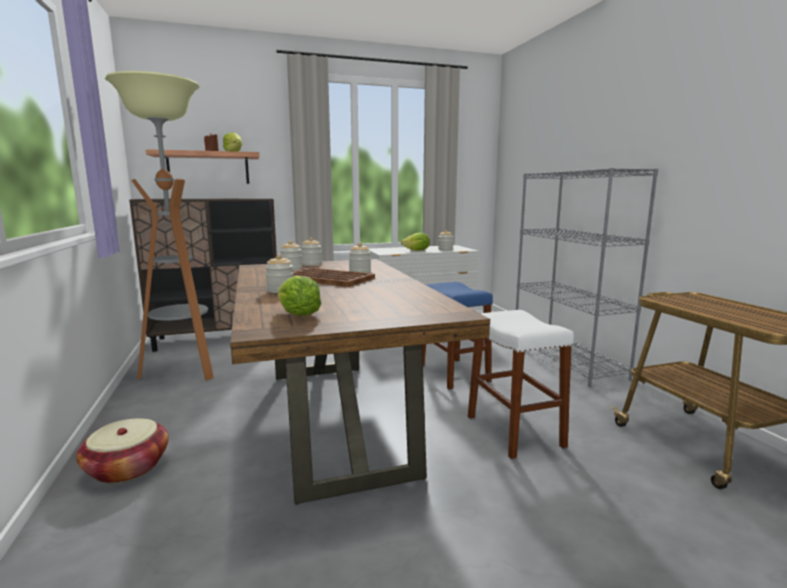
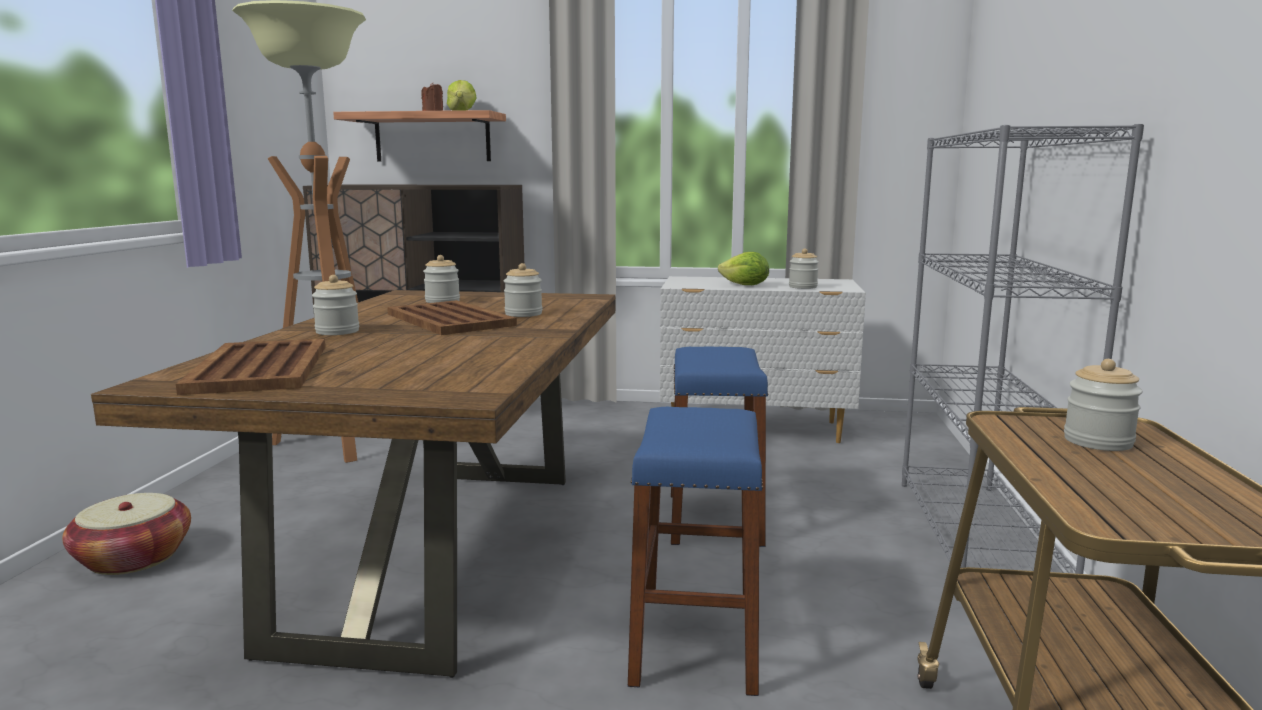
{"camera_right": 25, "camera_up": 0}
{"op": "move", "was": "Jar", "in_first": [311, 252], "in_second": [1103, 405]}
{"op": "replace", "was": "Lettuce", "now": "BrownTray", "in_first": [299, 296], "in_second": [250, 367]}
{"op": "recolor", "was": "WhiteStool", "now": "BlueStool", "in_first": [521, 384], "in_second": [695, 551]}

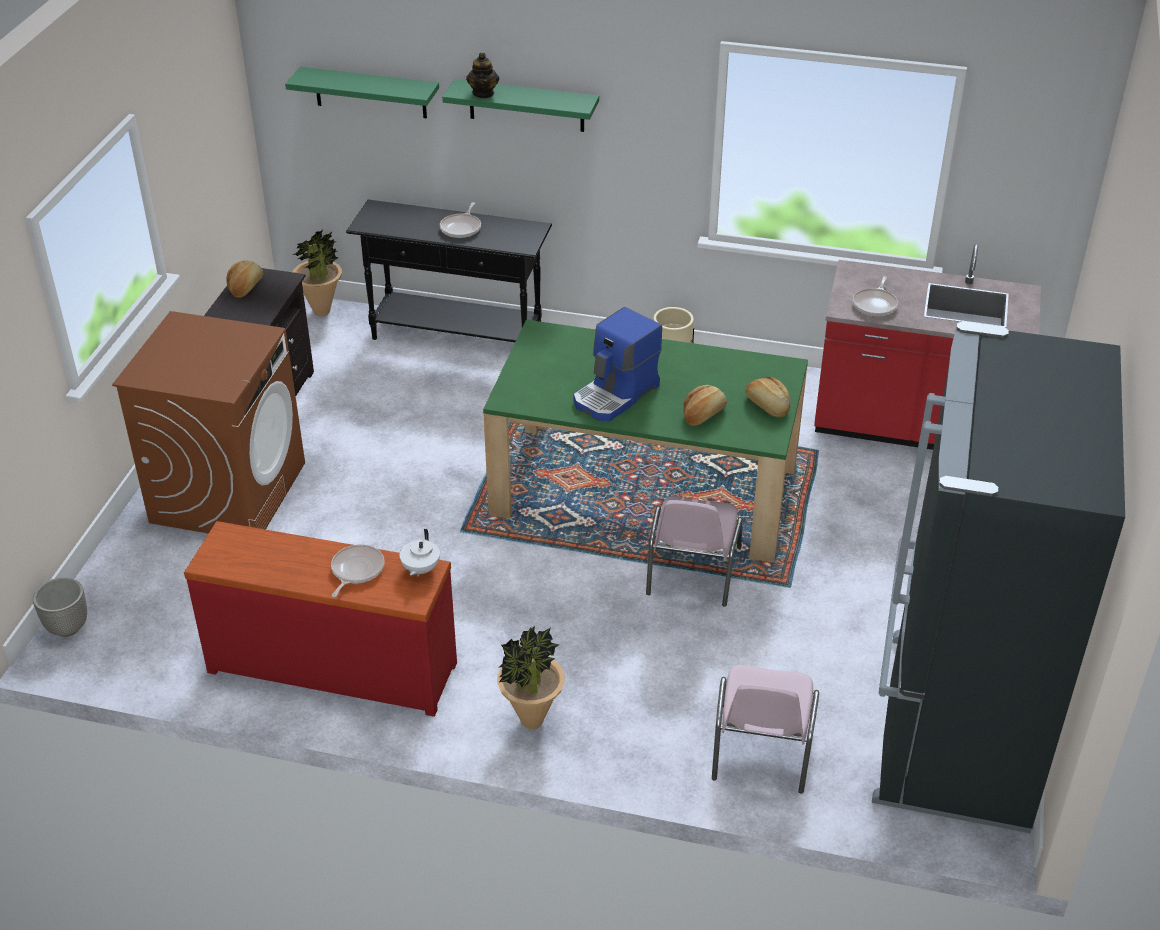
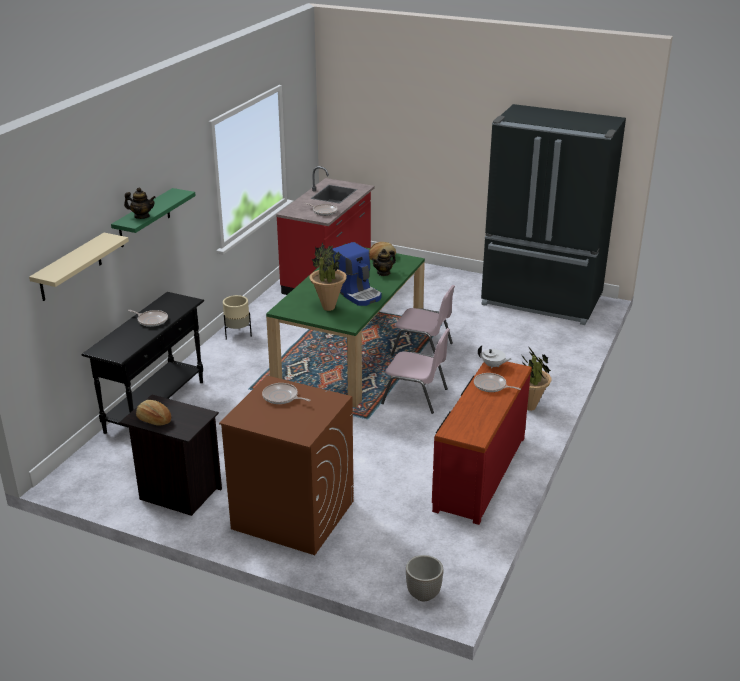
{"camera_right": -80, "camera_up": -10}
{"op": "insert", "now": "FryingPan", "in_second": [286, 393]}
{"op": "move", "was": "PottedPlant", "in_first": [317, 272], "in_second": [328, 277]}
{"op": "move", "was": "PinkChair", "in_first": [765, 729], "in_second": [415, 371]}
{"op": "replace", "was": "Bread", "now": "Teapot", "in_first": [705, 405], "in_second": [384, 262]}
{"op": "recolor", "was": "GreenShelf", "now": "BeigeShelf", "in_first": [362, 92], "in_second": [79, 267]}

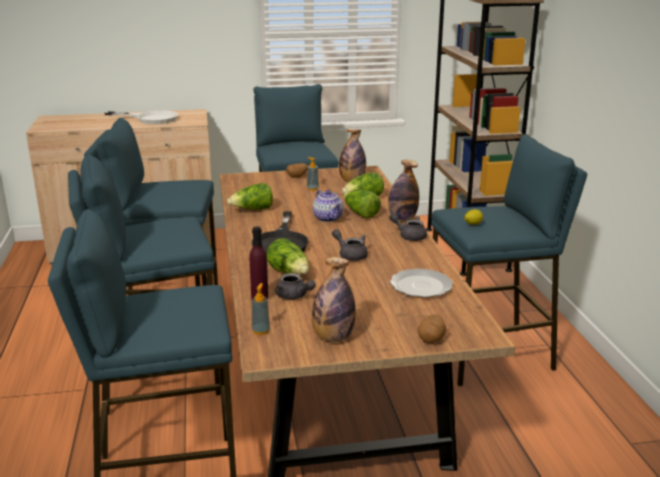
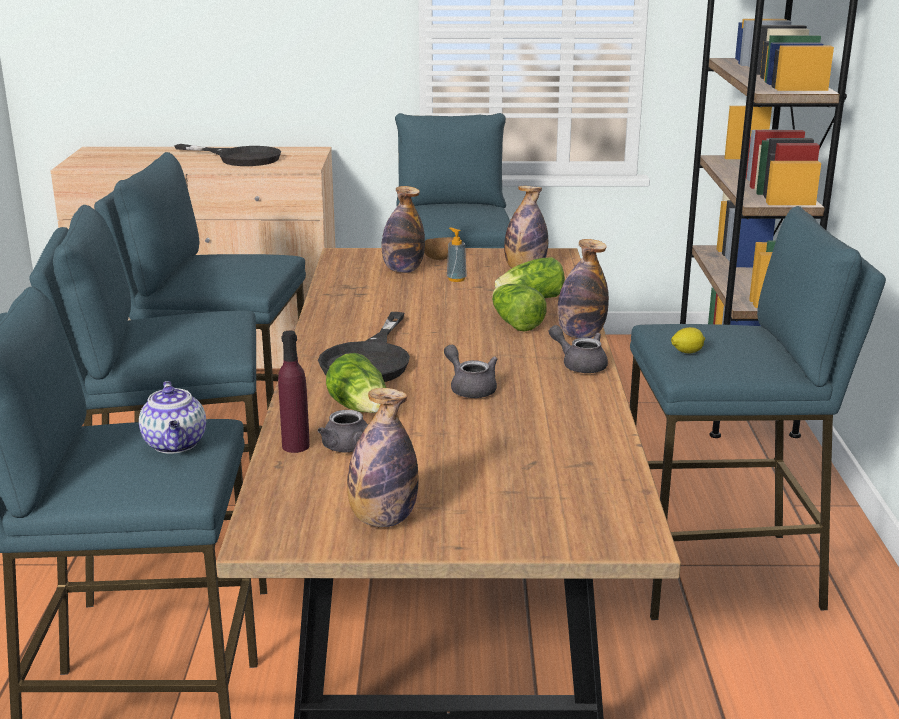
{"camera_right": 10, "camera_up": 0}
{"op": "delete", "was": "Lettuce", "in_first": [250, 196]}
{"op": "delete", "was": "SoapDispenser", "in_first": [260, 309]}
{"op": "delete", "was": "Plate", "in_first": [421, 282]}
{"op": "delete", "was": "Potato", "in_first": [432, 328]}
{"op": "insert", "now": "Bottle", "in_second": [403, 229]}
{"op": "move", "was": "Teapot", "in_first": [328, 206], "in_second": [172, 417]}
{"op": "recolor", "was": "WhiteFryingPan", "now": "BlackFryingPan", "in_first": [141, 117], "in_second": [228, 155]}

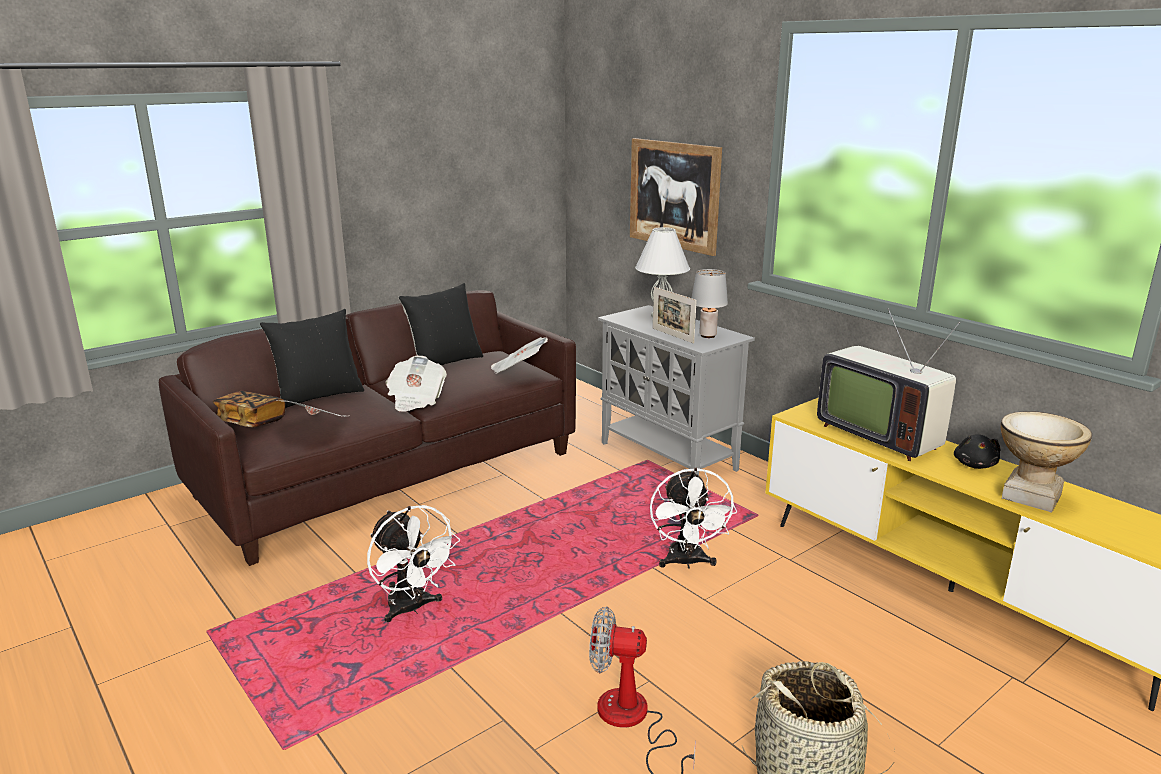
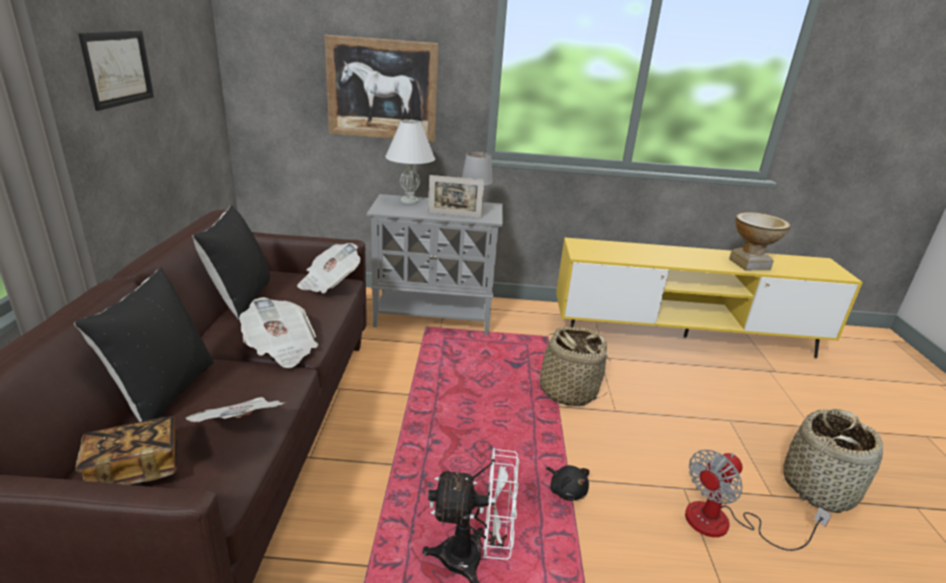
{"camera_right": -50, "camera_up": 5}
{"op": "delete", "was": "Television", "in_first": [888, 384]}
{"op": "insert", "now": "Picture", "in_second": [116, 70]}
{"op": "move", "was": "BlackPlushToy", "in_first": [977, 451], "in_second": [567, 483]}
{"op": "replace", "was": "WhiteFan", "now": "Basket", "in_first": [693, 518], "in_second": [571, 366]}

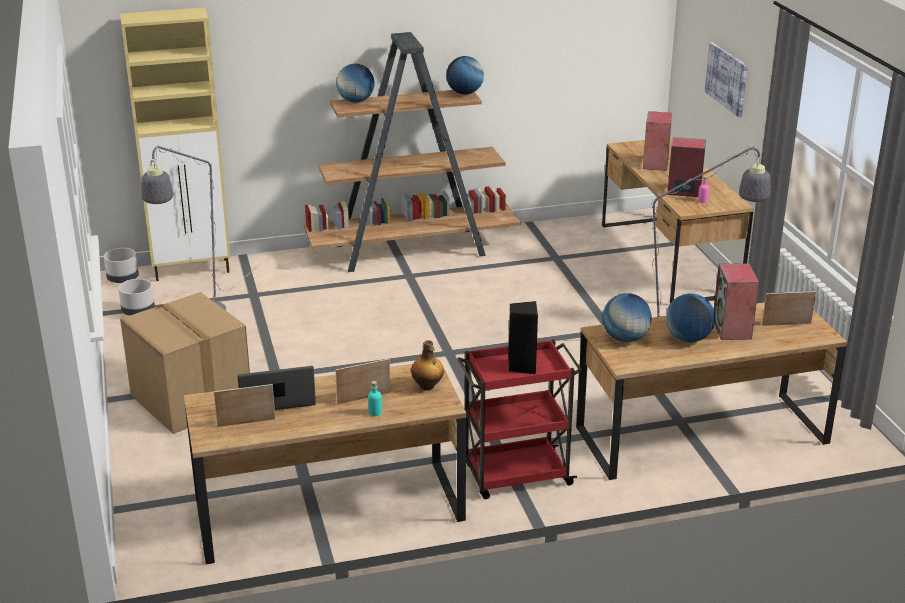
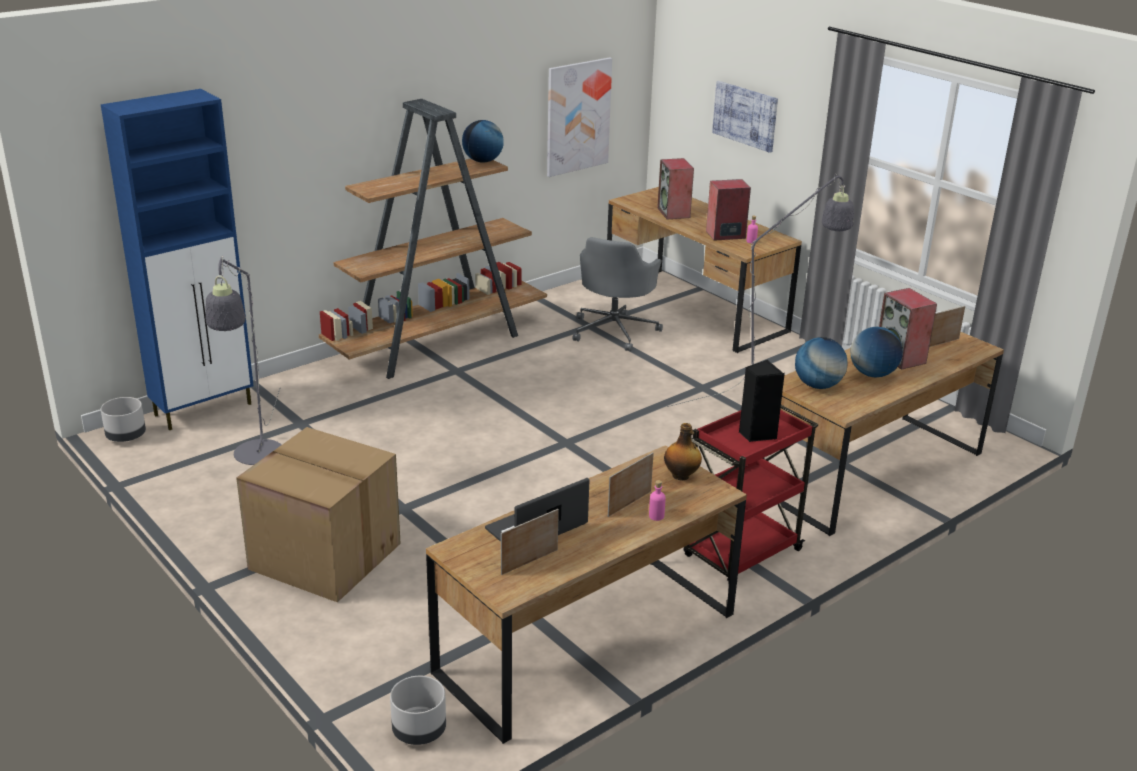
{"camera_right": -25, "camera_up": 0}
{"op": "delete", "was": "Globe", "in_first": [355, 83]}
{"op": "insert", "now": "Picture", "in_second": [579, 117]}
{"op": "insert", "now": "GreyOfficeChair", "in_second": [618, 294]}
{"op": "move", "was": "GreyPlanter", "in_first": [136, 297], "in_second": [418, 710]}
{"op": "recolor", "was": "BeigeCabinet", "now": "BlueCabinet", "in_first": [175, 144], "in_second": [177, 259]}
{"op": "recolor", "was": "TurquoiseBottle", "now": "PinkBottle", "in_first": [375, 398], "in_second": [657, 500]}

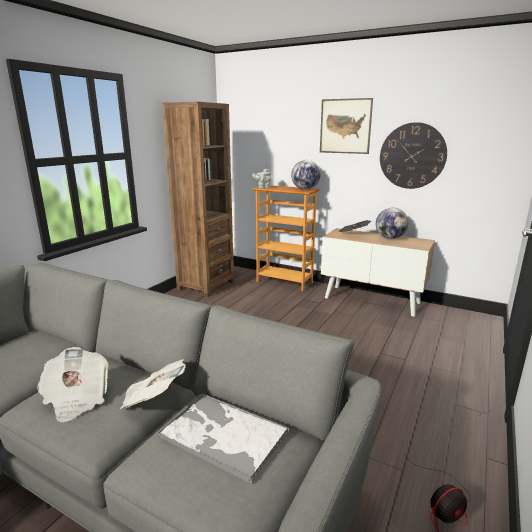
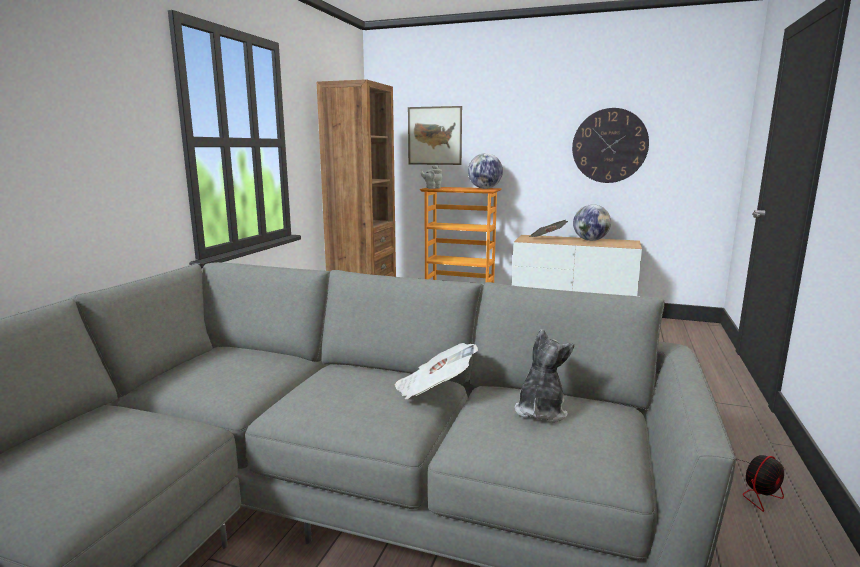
{"camera_right": -10, "camera_up": -5}
{"op": "delete", "was": "Newspaper", "in_first": [72, 385]}
{"op": "move", "was": "Picture", "in_first": [346, 126], "in_second": [435, 135]}
{"op": "replace", "was": "Tray", "now": "PlushToy", "in_first": [223, 439], "in_second": [544, 375]}

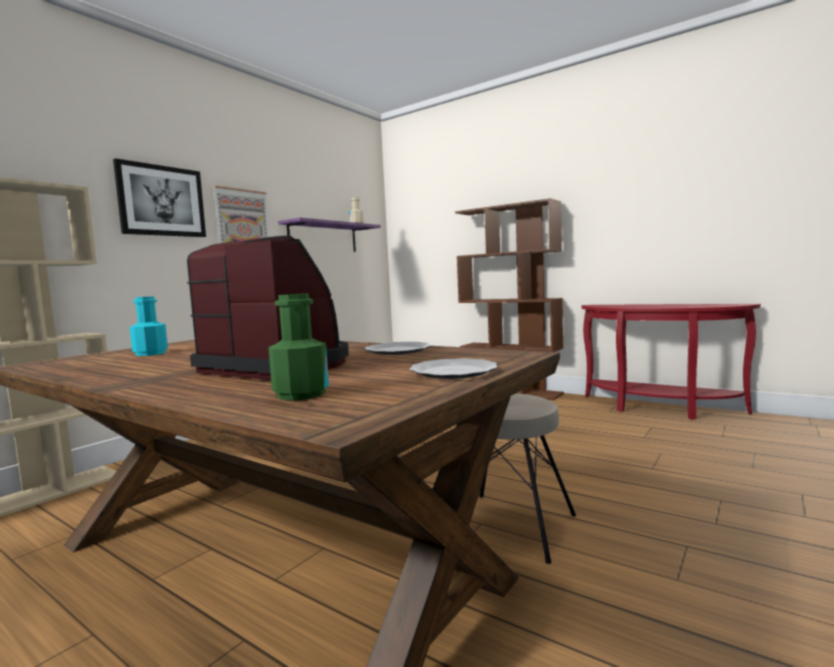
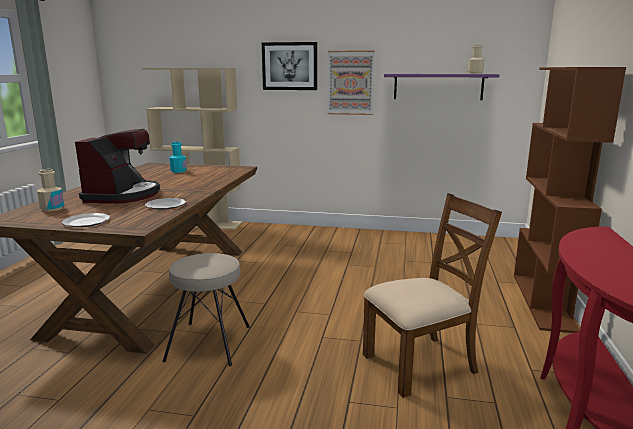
{"camera_right": 65, "camera_up": 10}
{"op": "insert", "now": "BrownChair", "in_second": [432, 295]}
{"op": "recolor", "was": "GreenBottle", "now": "BeigeBottle", "in_first": [298, 346], "in_second": [50, 190]}

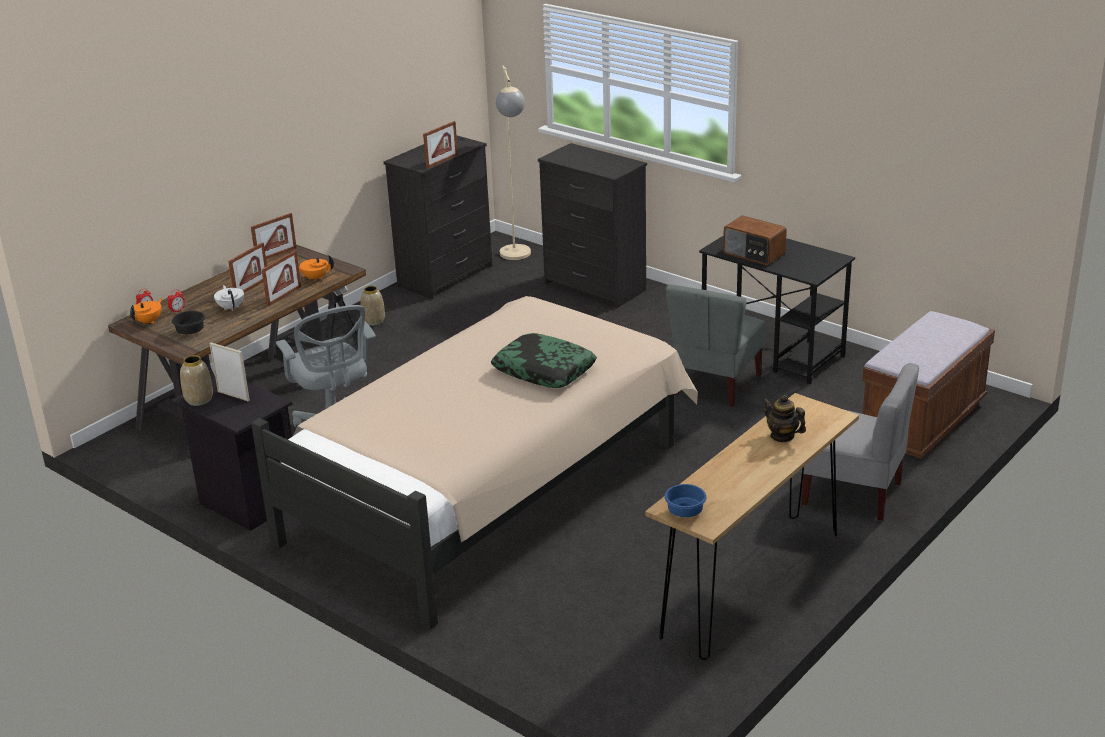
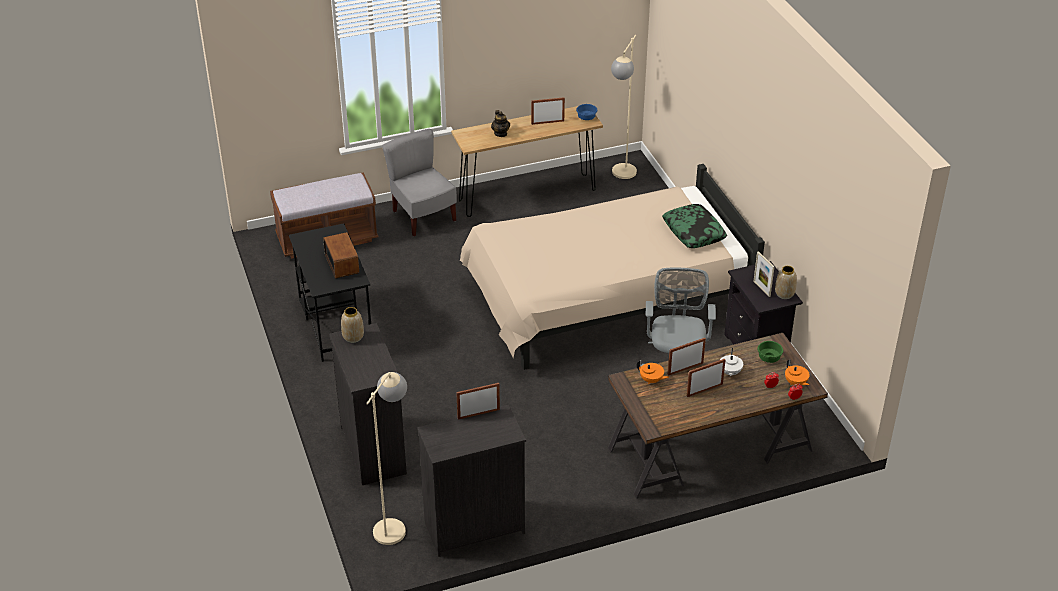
{"camera_right": -150, "camera_up": 10}
{"op": "delete", "was": "GreyChair", "in_first": [715, 346]}
{"op": "insert", "now": "BeigeFloorLamp", "in_second": [624, 107]}
{"op": "move", "was": "PictureFrame", "in_first": [274, 236], "in_second": [548, 111]}
{"op": "move", "was": "Vase", "in_first": [372, 306], "in_second": [352, 325]}
{"op": "move", "was": "Pillow", "in_first": [544, 360], "in_second": [694, 226]}
{"op": "recolor", "was": "BlackBowl", "now": "GreenBowl", "in_first": [188, 322], "in_second": [770, 352]}
{"op": "rotate", "was": "OrangeTeapot", "in_first": [146, 311], "in_second": [797, 372], "clockwise": -90}

